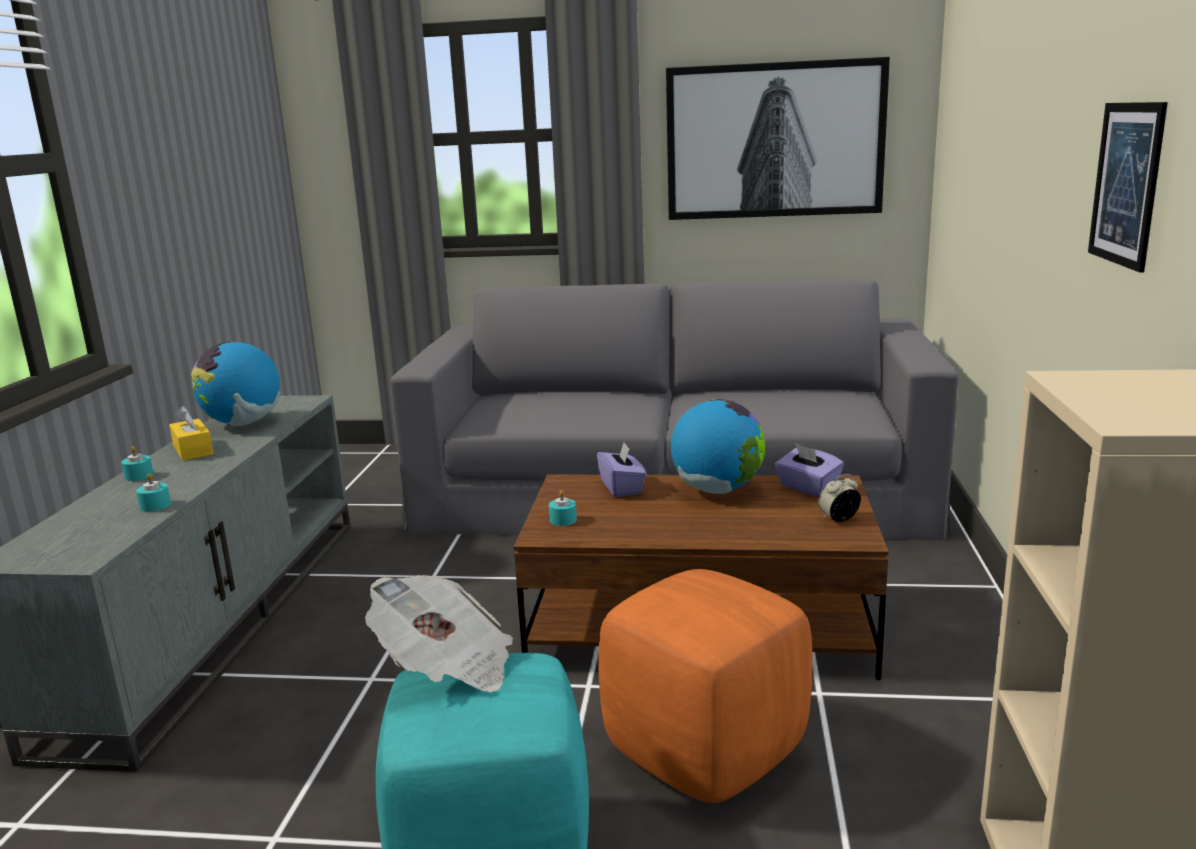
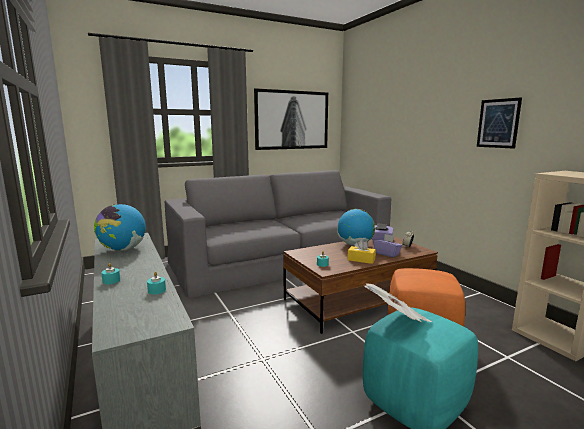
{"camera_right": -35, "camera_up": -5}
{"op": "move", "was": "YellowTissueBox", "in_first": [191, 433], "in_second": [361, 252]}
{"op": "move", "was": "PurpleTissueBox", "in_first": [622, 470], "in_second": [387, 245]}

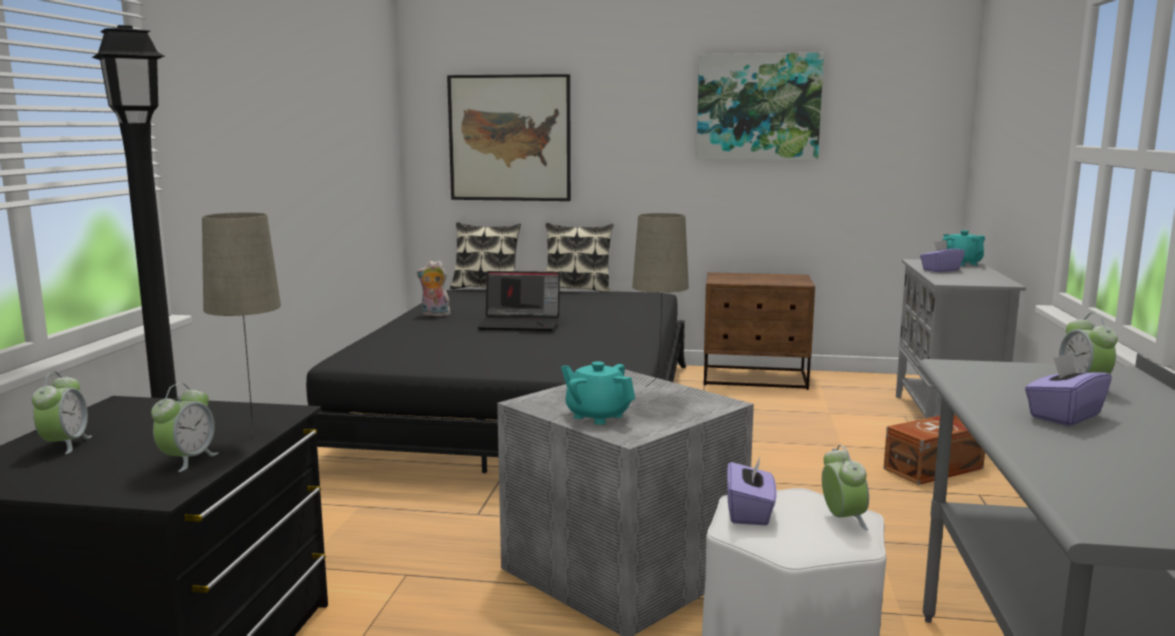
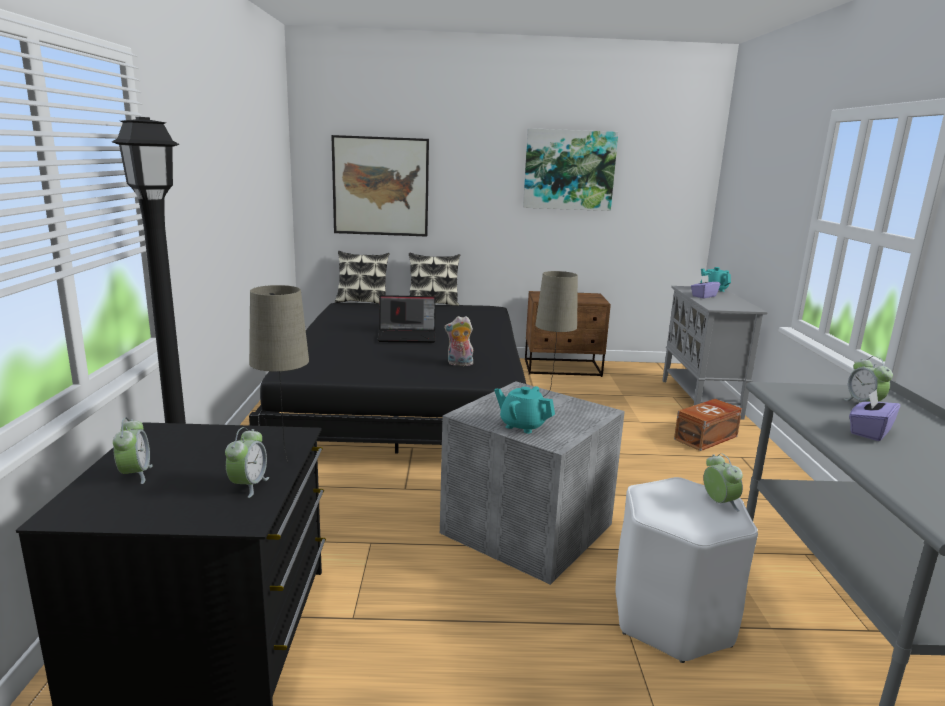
{"camera_right": -10, "camera_up": 5}
{"op": "delete", "was": "PurpleTissueBox", "in_first": [751, 491]}
{"op": "move", "was": "PlushToy", "in_first": [434, 288], "in_second": [459, 341]}

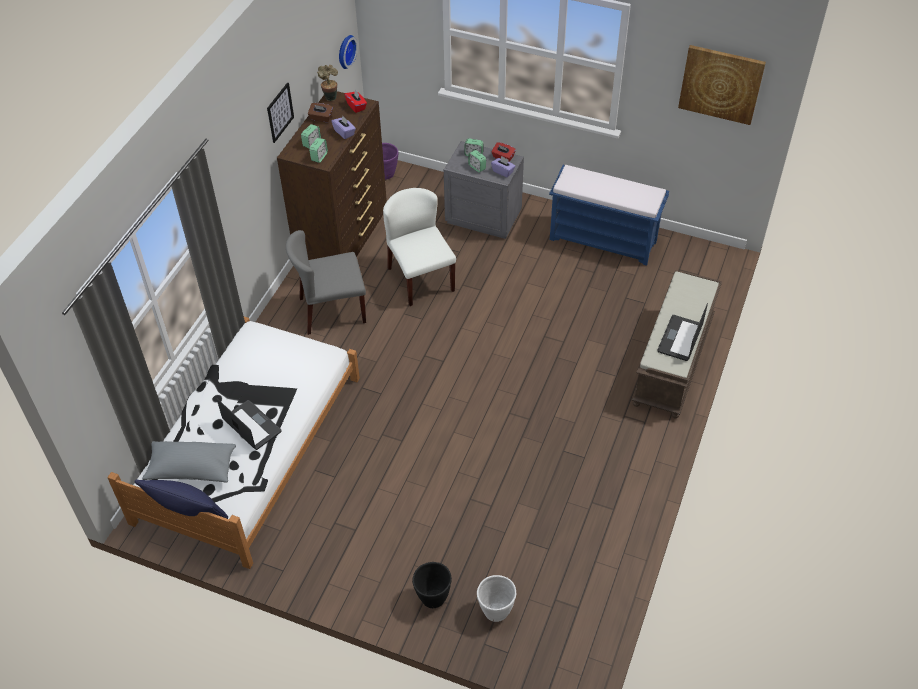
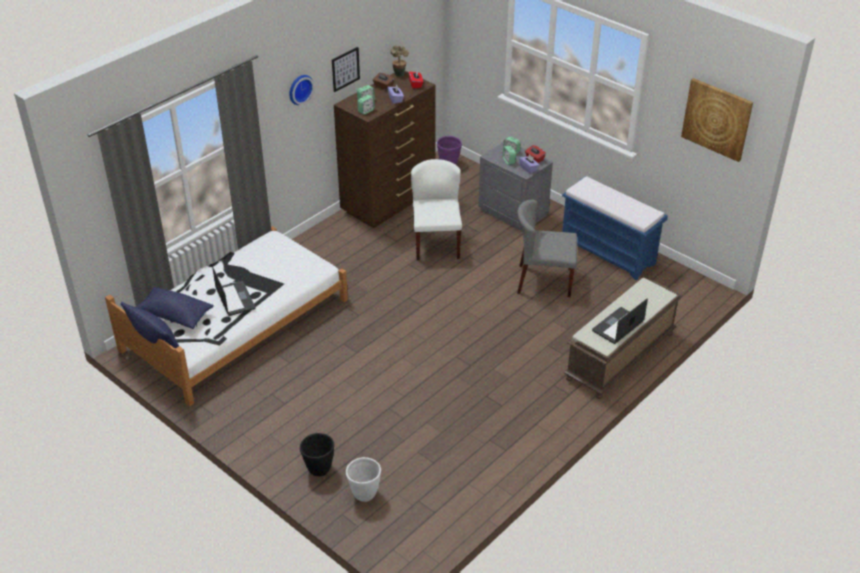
{"camera_right": 20, "camera_up": -10}
{"op": "move", "was": "GreyChair", "in_first": [326, 282], "in_second": [547, 248]}
{"op": "move", "was": "WallClock", "in_first": [348, 52], "in_second": [301, 90]}
{"op": "recolor", "was": "GreyPillow", "now": "BluePillow", "in_first": [189, 462], "in_second": [175, 308]}

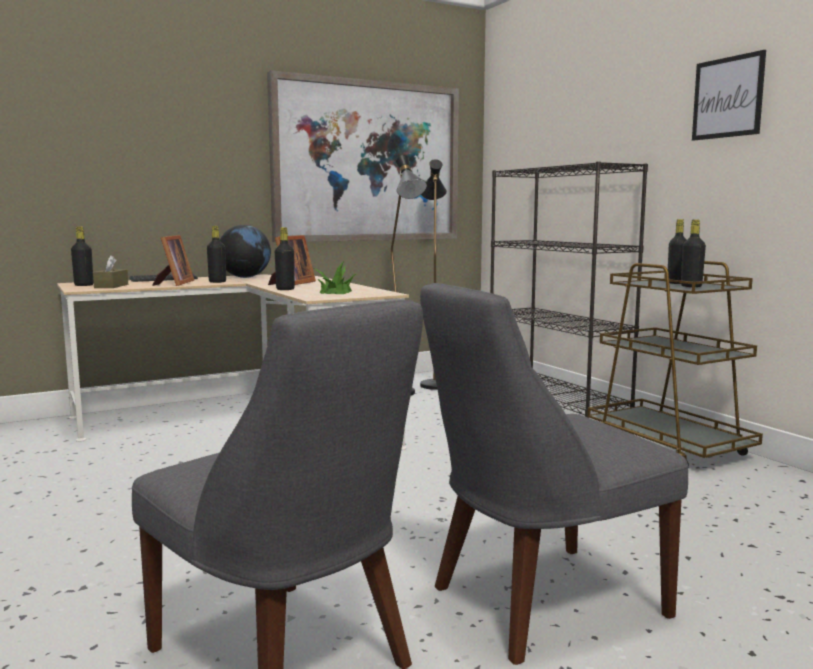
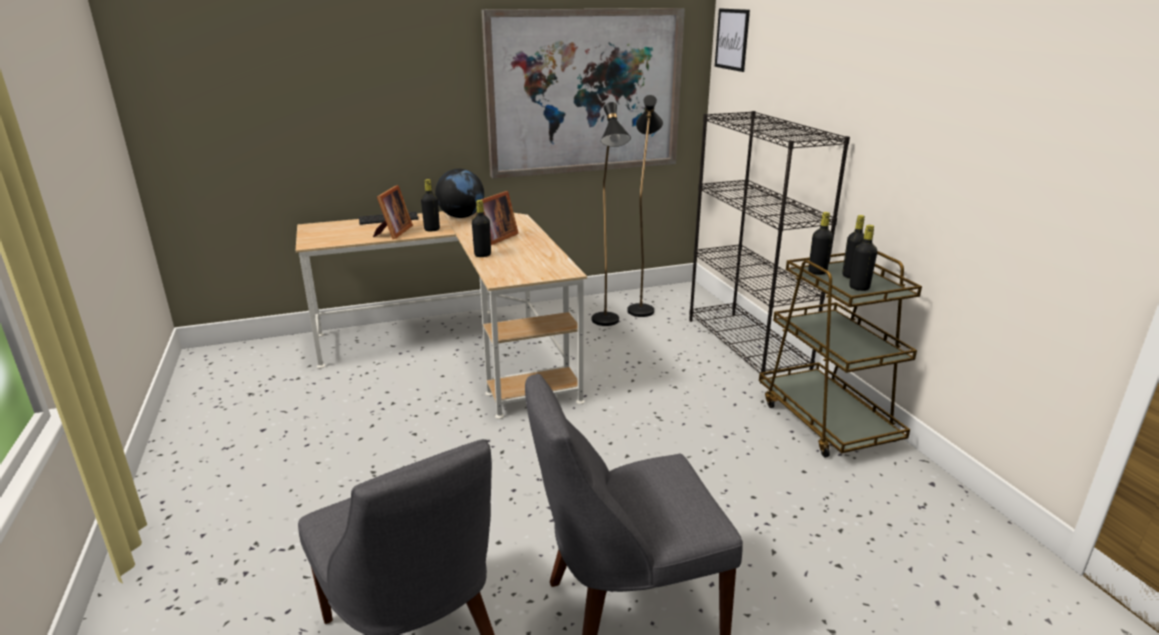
{"camera_right": 10, "camera_up": 15}
{"op": "delete", "was": "BrownTissueBox", "in_first": [110, 271]}
{"op": "delete", "was": "PottedPlant", "in_first": [335, 277]}
{"op": "move", "was": "BlackBottle", "in_first": [82, 256], "in_second": [820, 243]}
{"op": "move", "was": "Picture", "in_first": [729, 95], "in_second": [732, 40]}

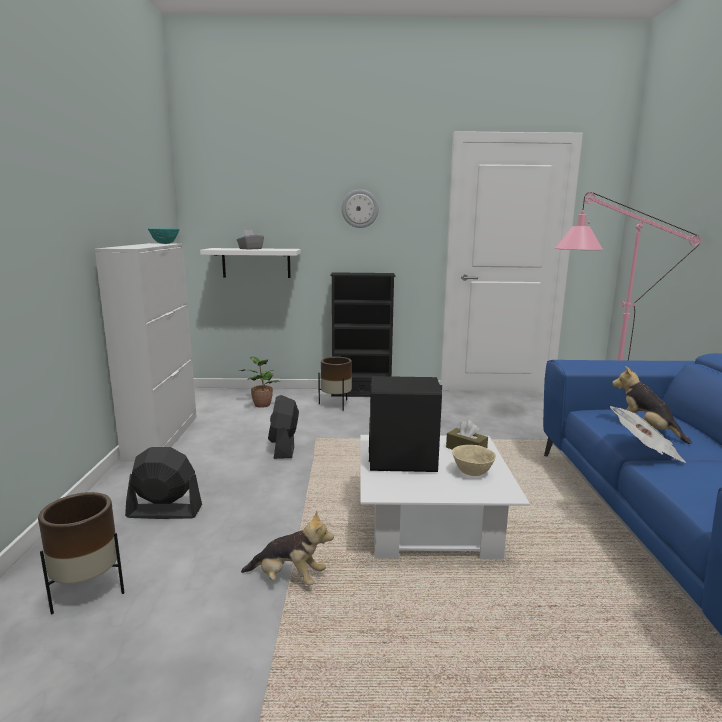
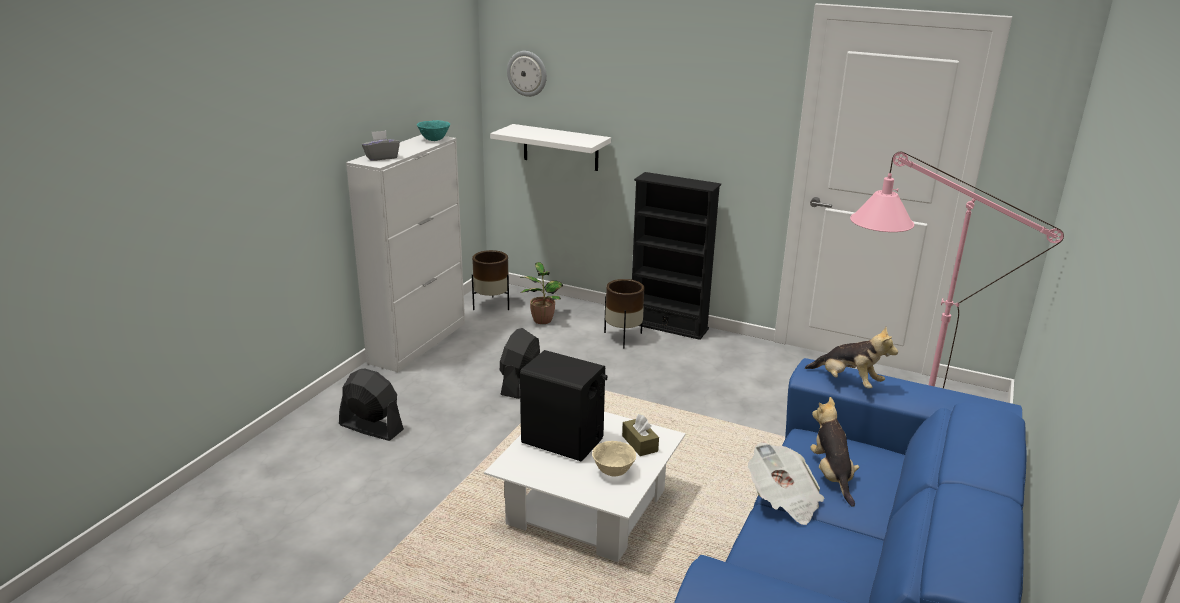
{"camera_right": 25, "camera_up": 10}
{"op": "move", "was": "BrownPlanter", "in_first": [81, 553], "in_second": [490, 280]}
{"op": "move", "was": "GreyTissueBox", "in_first": [250, 240], "in_second": [381, 145]}
{"op": "move", "was": "PlushToy", "in_first": [287, 548], "in_second": [851, 357]}
{"op": "move", "was": "WallClock", "in_first": [360, 208], "in_second": [527, 74]}

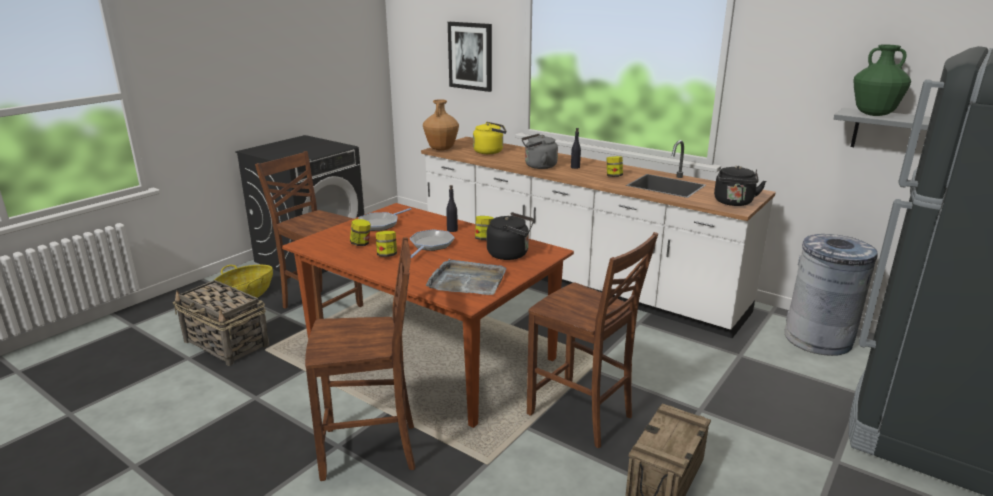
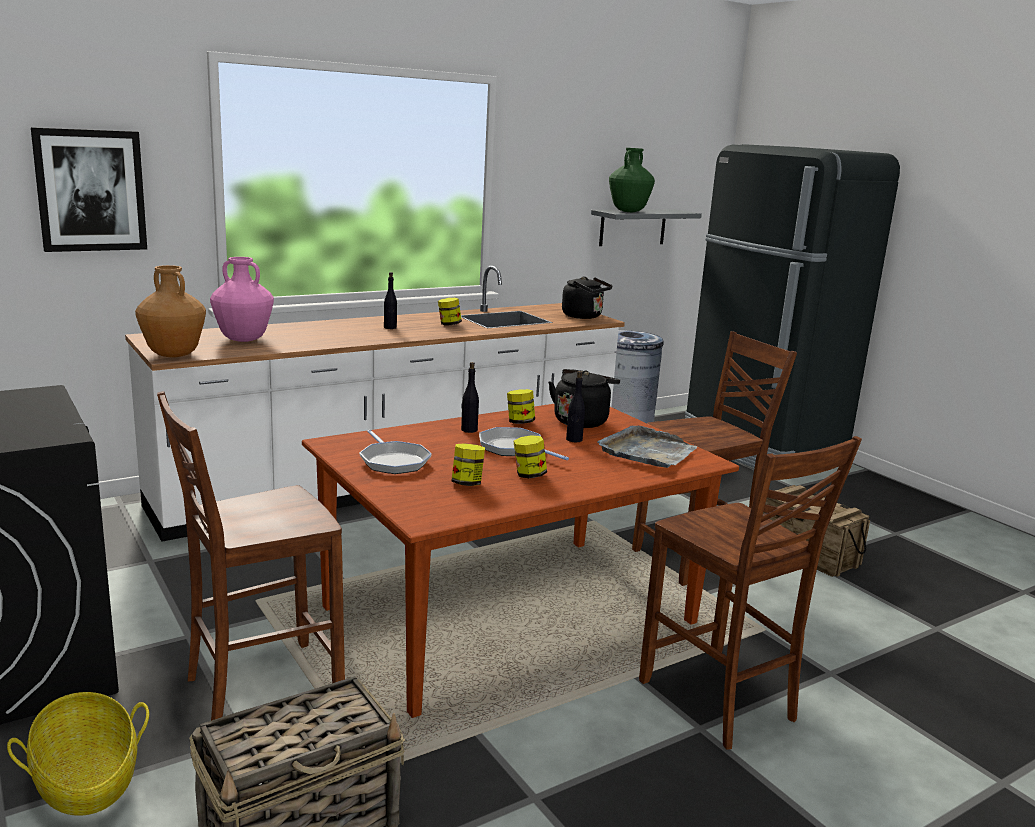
{"camera_right": -70, "camera_up": -5}
{"op": "delete", "was": "GreyKettle", "in_first": [540, 151]}
{"op": "insert", "now": "BlackBottle", "in_second": [575, 407]}
{"op": "replace", "was": "YellowKettle", "now": "PinkVase", "in_first": [489, 138], "in_second": [242, 299]}
{"op": "rotate", "was": "BrownChair", "in_first": [360, 359], "in_second": [750, 593], "clockwise": 135}

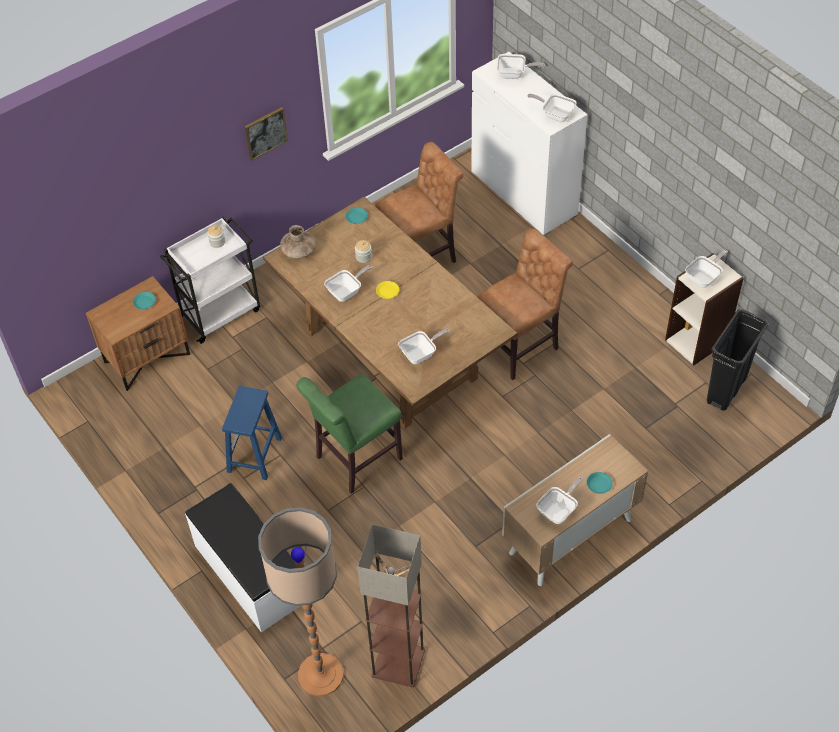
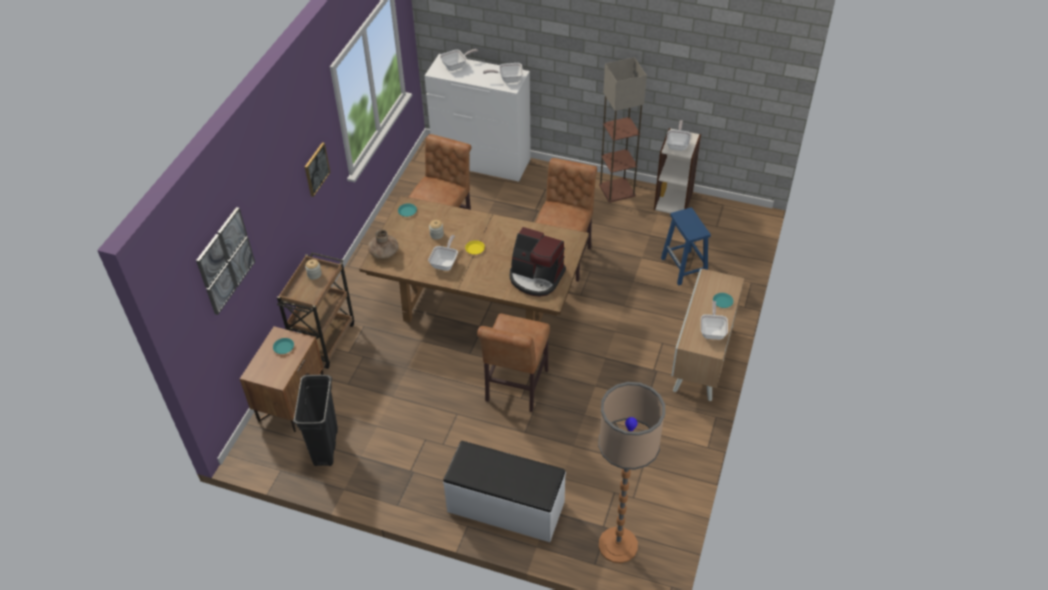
{"camera_right": -35, "camera_up": -5}
{"op": "insert", "now": "Picture", "in_second": [225, 261]}
{"op": "move", "was": "BlueStool", "in_first": [252, 433], "in_second": [686, 246]}
{"op": "move", "was": "FloorLamp", "in_first": [391, 606], "in_second": [623, 130]}
{"op": "move", "was": "BlackTrashCan", "in_first": [738, 360], "in_second": [315, 420]}
{"op": "replace", "was": "FryingPan", "now": "CoffeeMachine", "in_first": [424, 346], "in_second": [538, 262]}
{"op": "recolor", "was": "WhiteCart", "now": "BrownCart", "in_first": [210, 280], "in_second": [315, 310]}
{"op": "recolor", "was": "GreenChair", "now": "BrownChair", "in_first": [349, 433], "in_second": [513, 362]}

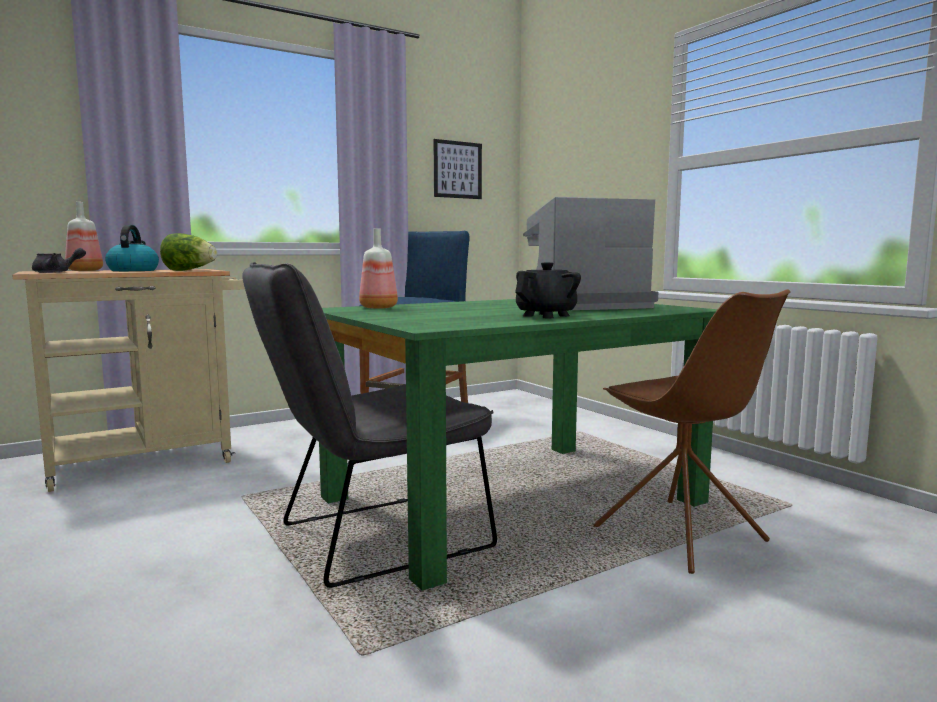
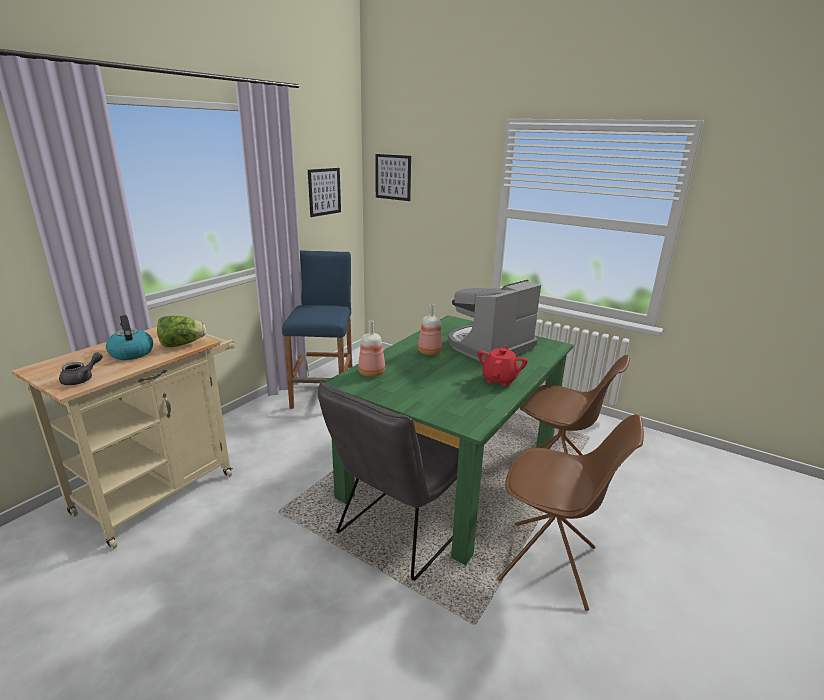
{"camera_right": -25, "camera_up": 15}
{"op": "insert", "now": "Picture", "in_second": [393, 177]}
{"op": "insert", "now": "BrownChair", "in_second": [570, 512]}
{"op": "move", "was": "Bottle", "in_first": [84, 236], "in_second": [430, 329]}
{"op": "recolor", "was": "BlackTeapot", "now": "RedTeapot", "in_first": [548, 290], "in_second": [502, 365]}

